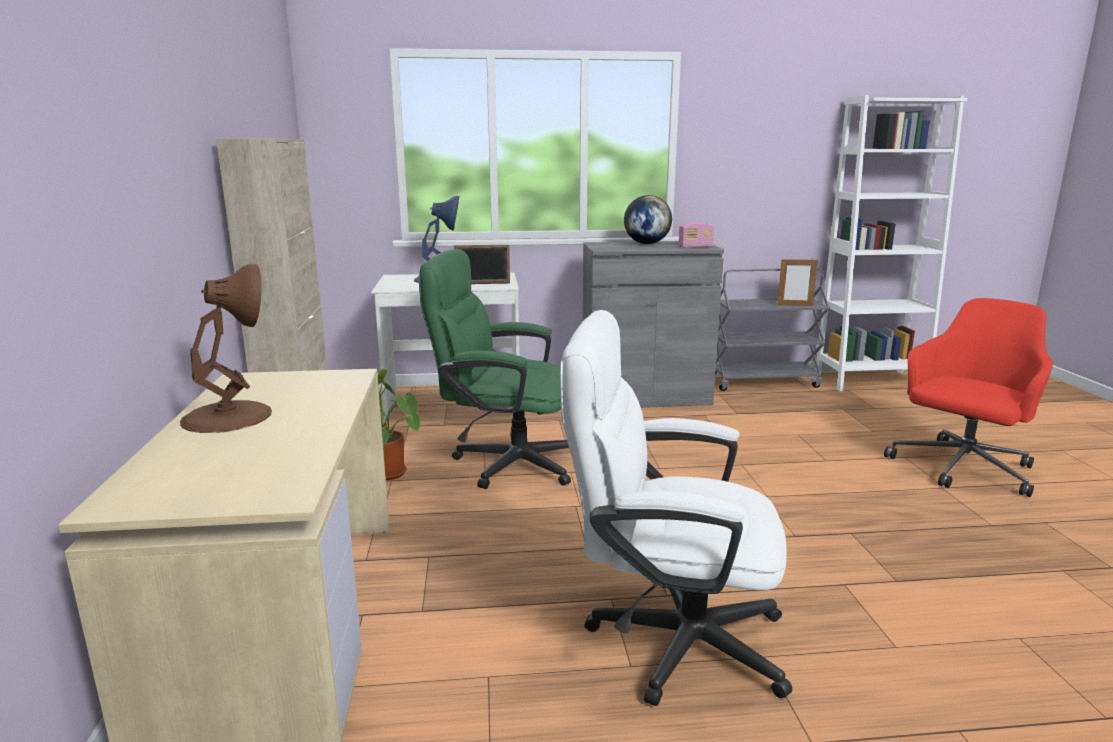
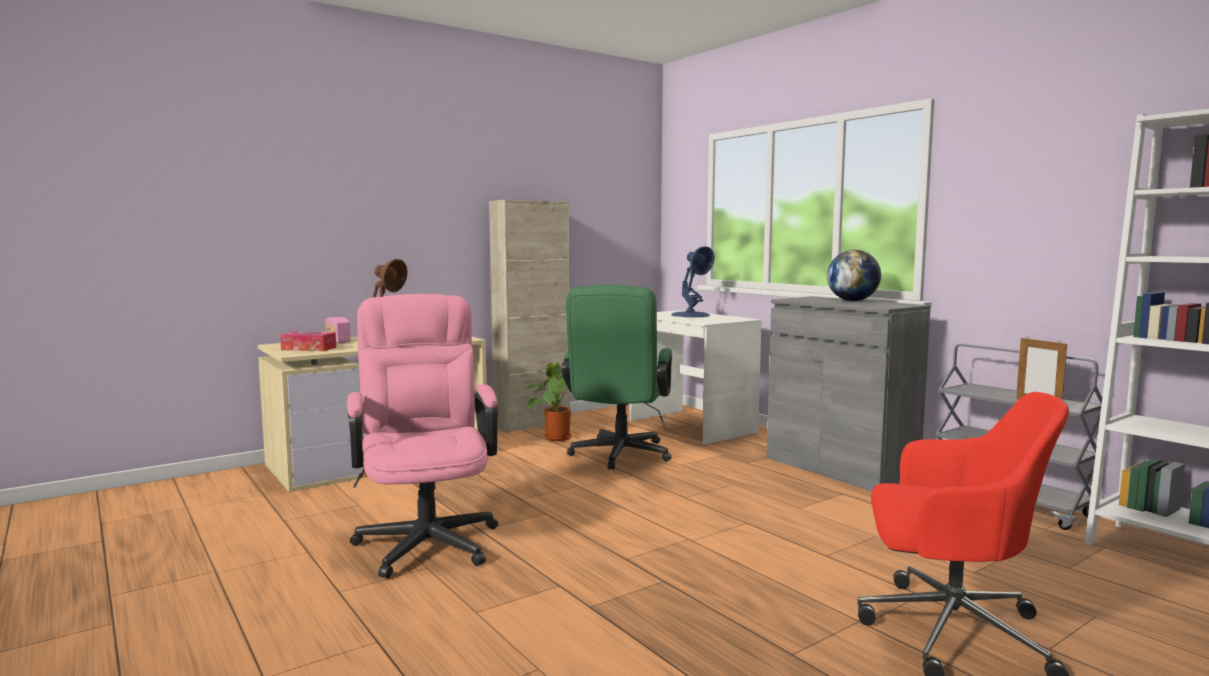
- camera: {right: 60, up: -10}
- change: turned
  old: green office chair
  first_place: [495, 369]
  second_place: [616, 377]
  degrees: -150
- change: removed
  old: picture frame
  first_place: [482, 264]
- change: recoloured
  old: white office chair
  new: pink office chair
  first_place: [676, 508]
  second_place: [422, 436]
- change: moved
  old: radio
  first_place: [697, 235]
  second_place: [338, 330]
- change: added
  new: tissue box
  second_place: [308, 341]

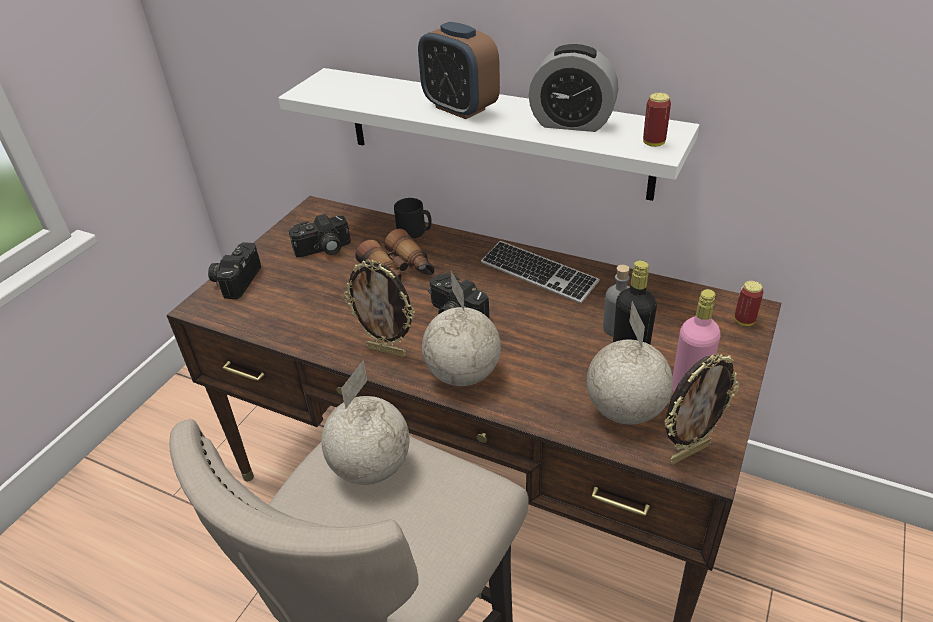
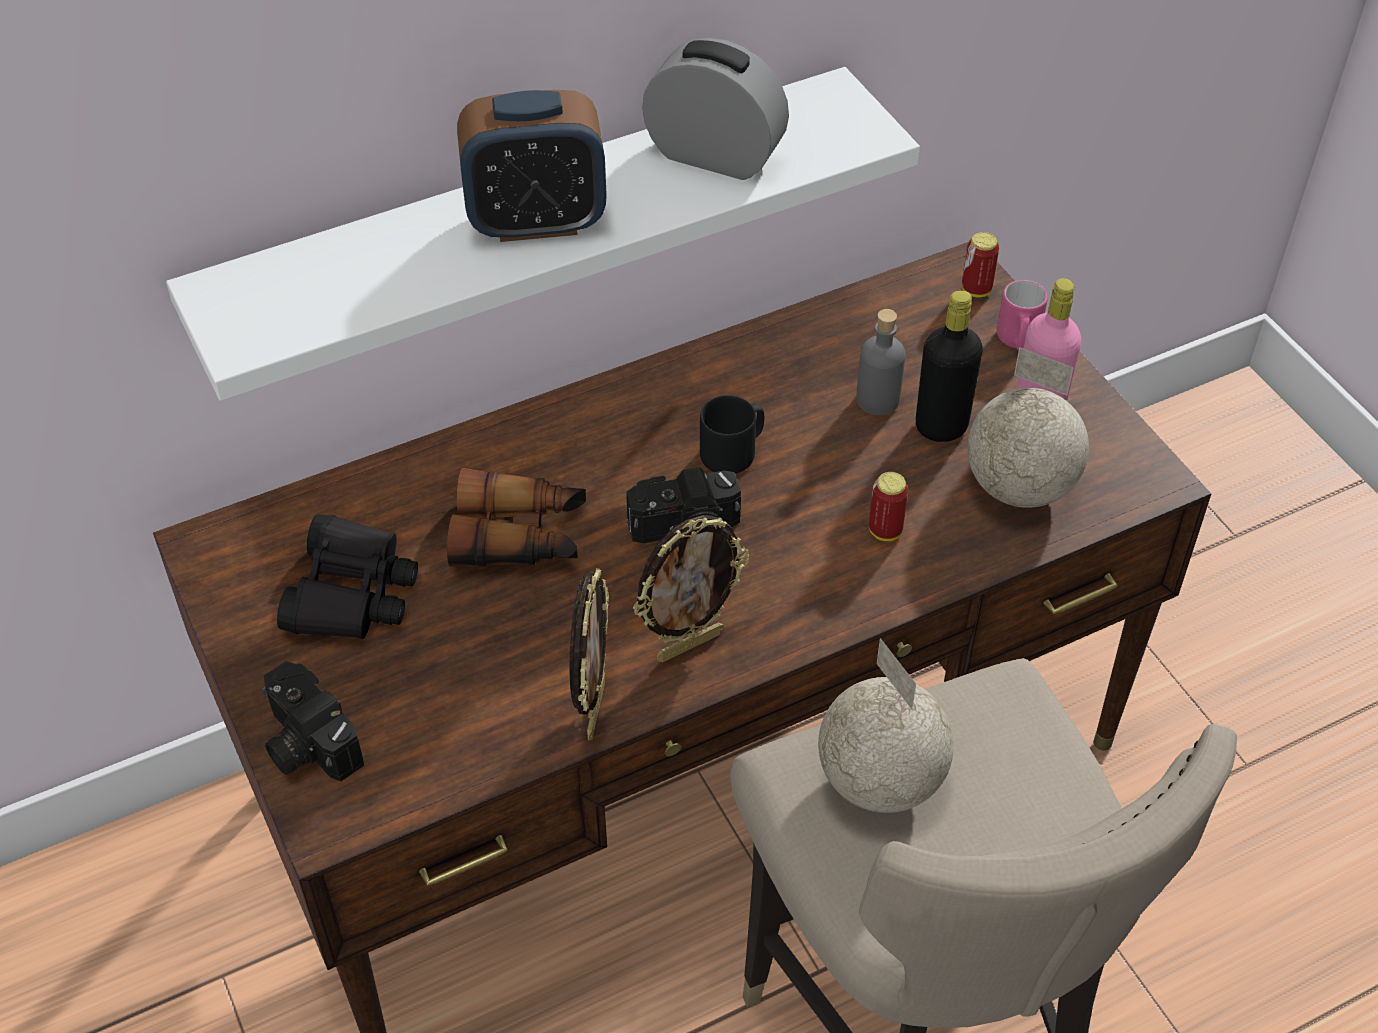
- camera: {right: -55, up: 10}
- change: replaced
  old: photo camera
  new: black binoculars
  first_place: [320, 235]
  second_place: [347, 576]
- change: moved
  old: black mug
  first_place: [413, 218]
  second_place: [732, 434]
- change: removed
  old: globe
  first_place: [461, 328]
- change: removed
  old: keyboard
  first_place: [540, 272]
- change: turned
  old: alarm clock
  first_place: [573, 88]
  second_place: [715, 109]
  degrees: -120
- change: moved
  old: can
  first_place: [657, 119]
  second_place: [888, 506]
- change: moved
  old: picture frame
  first_place: [701, 409]
  second_place: [589, 654]
- change: added
  new: pink mug
  second_place: [1022, 315]

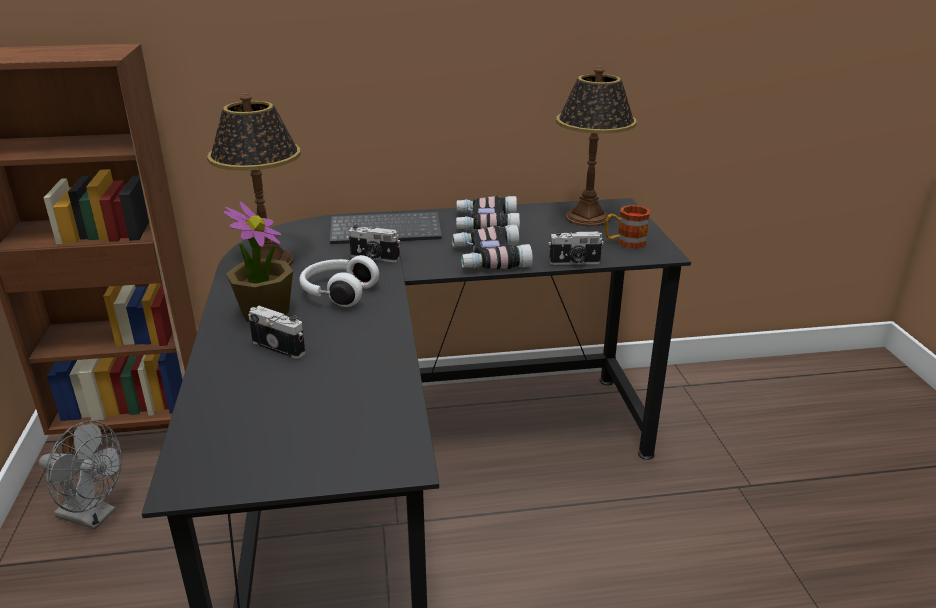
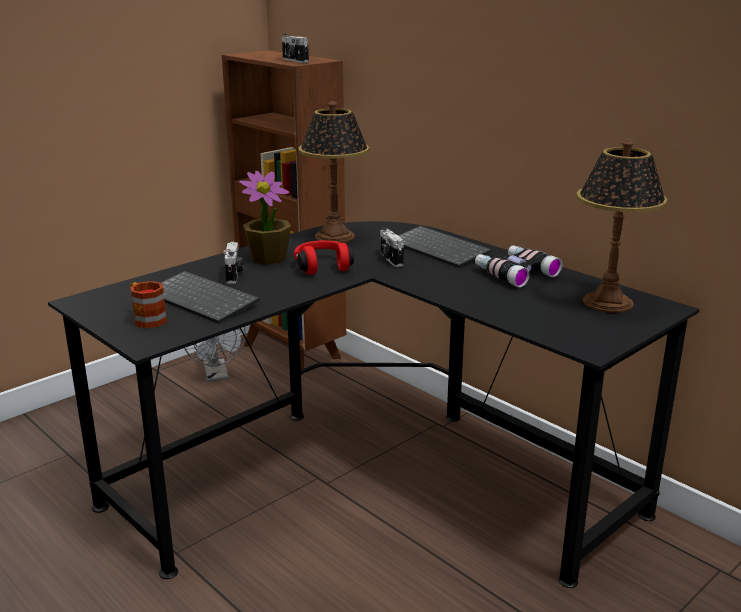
- camera: {right: 55, up: -5}
- change: recoloured
  old: white headphones
  new: red headphones
  first_place: [339, 281]
  second_place: [324, 257]
- change: removed
  old: binoculars
  first_place: [492, 247]
- change: moved
  old: photo camera
  first_place: [576, 248]
  second_place: [295, 48]
- change: moved
  old: mug
  first_place: [627, 227]
  second_place: [148, 304]
- change: added
  new: keyboard
  second_place: [210, 297]

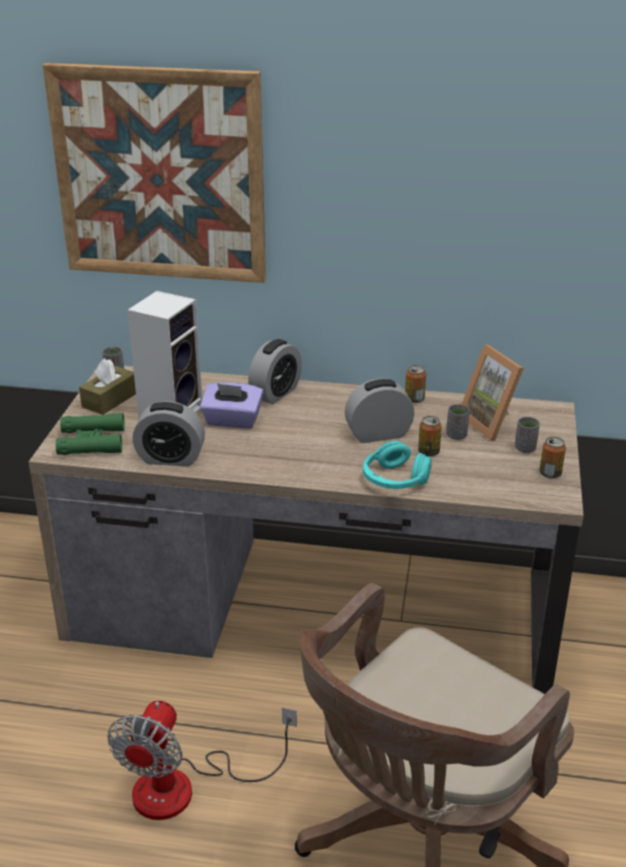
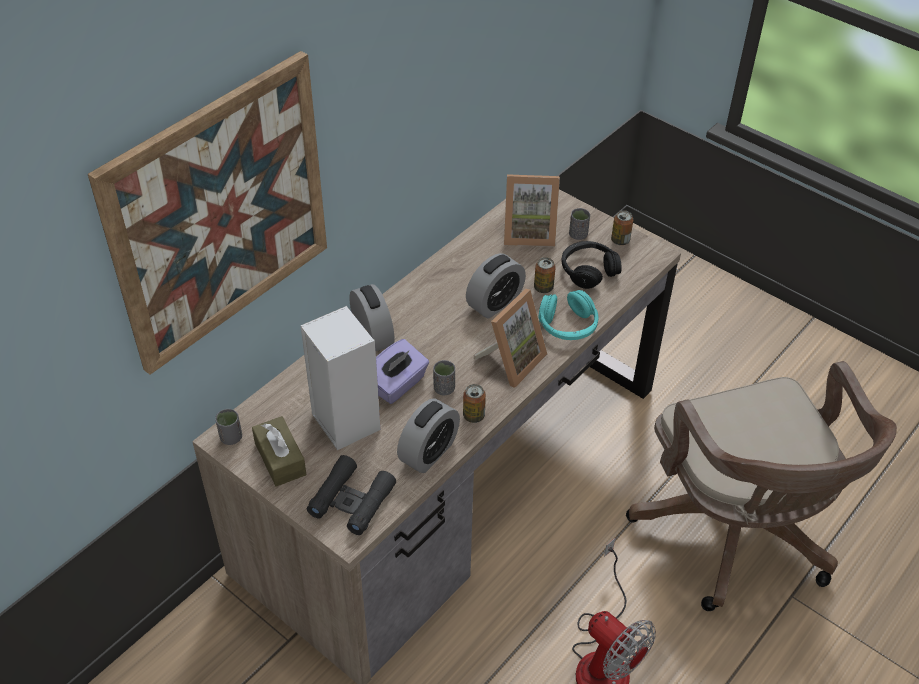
- camera: {right: -60, up: 15}
- change: recoloured
  old: green binoculars
  new: black binoculars
  first_place: [90, 434]
  second_place: [351, 495]
- change: turned
  old: alarm clock
  first_place: [379, 411]
  second_place: [496, 285]
  degrees: -150
- change: moved
  old: can
  first_place: [415, 384]
  second_place: [474, 403]
- change: moved
  old: grey cup
  first_place: [458, 422]
  second_place: [444, 377]
- change: added
  new: picture frame
  second_place: [510, 338]
- change: added
  new: black headphones
  second_place: [591, 265]

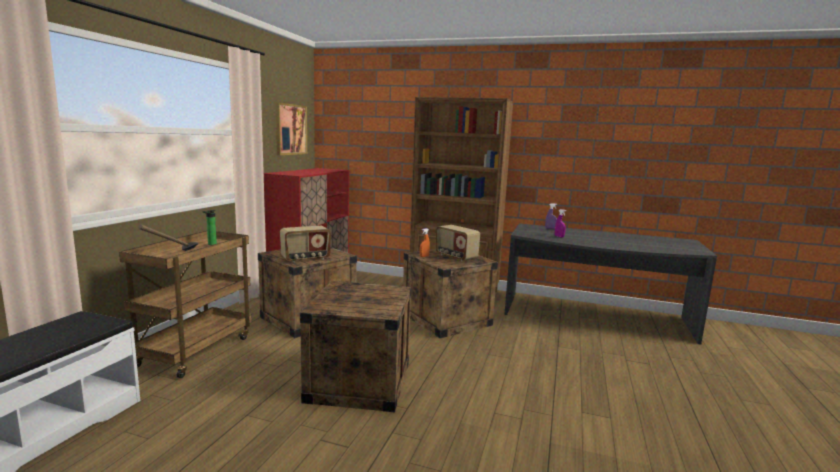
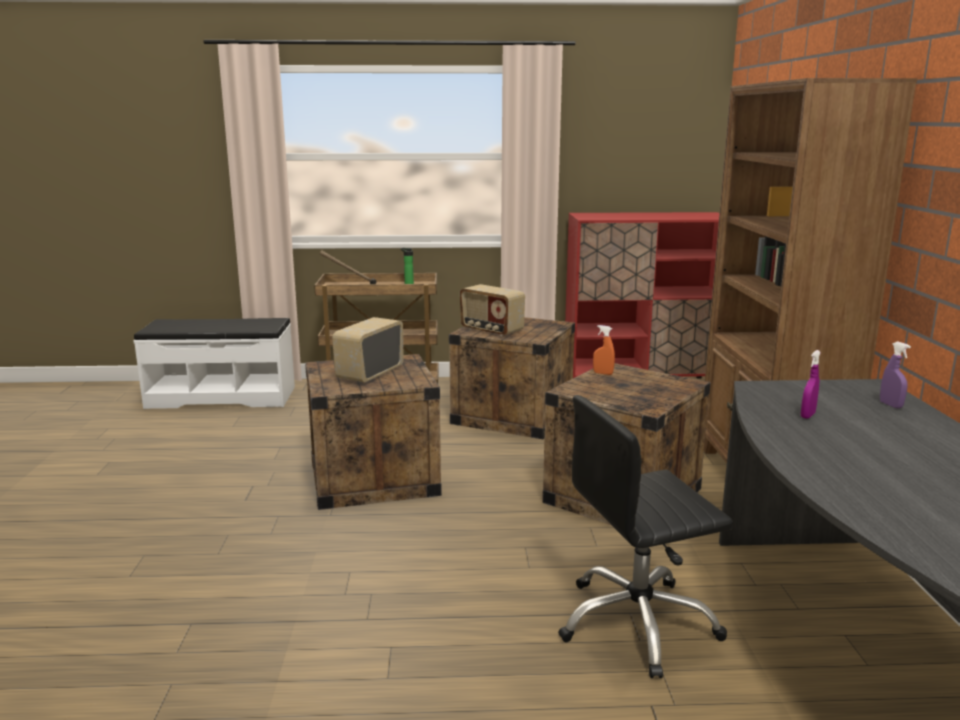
- camera: {right: 70, up: 5}
- change: removed
  old: picture
  first_place: [291, 128]
- change: moved
  old: radio
  first_place: [458, 243]
  second_place: [368, 350]
- change: added
  new: black office chair
  second_place: [645, 536]

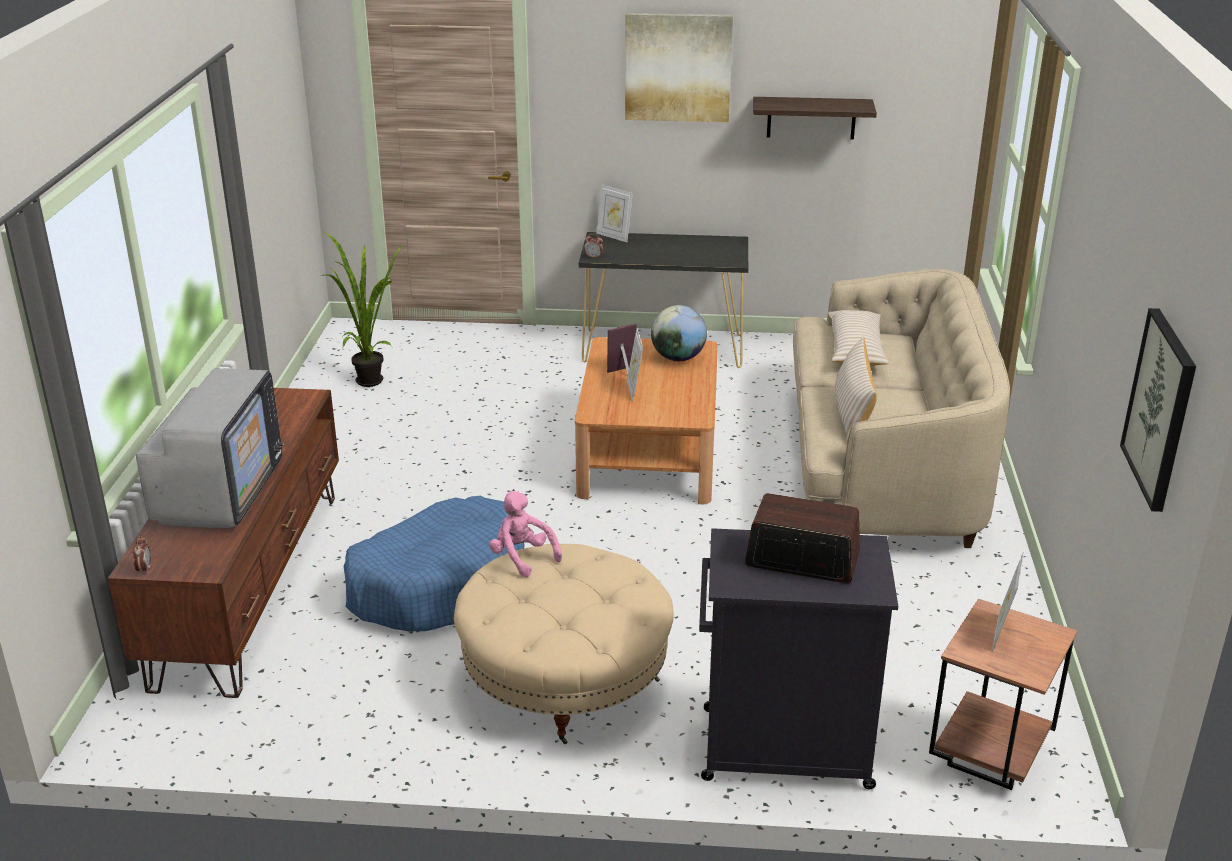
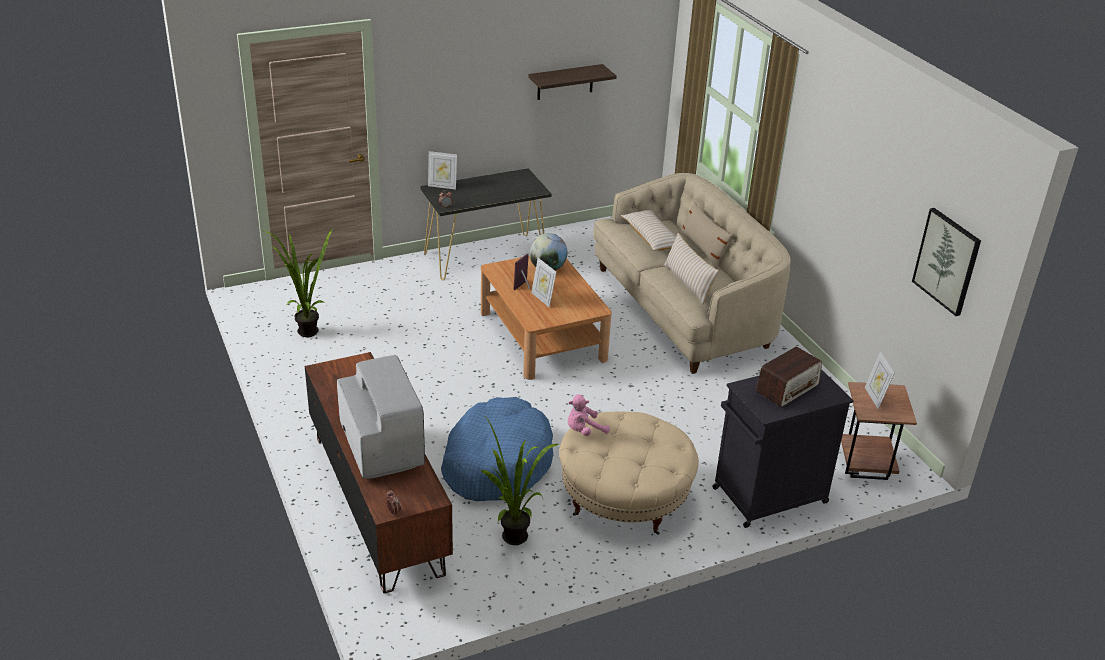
- camera: {right: -30, up: 5}
- change: turned
  old: pink plush toy
  first_place: [525, 534]
  second_place: [588, 415]
  degrees: -45
- change: removed
  old: picture
  first_place: [679, 67]
- change: turned
  old: radio
  first_place: [802, 538]
  second_place: [789, 377]
  degrees: 150
- change: added
  new: potted plant
  second_place: [519, 480]
- change: added
  new: beige pillow
  second_place: [705, 235]

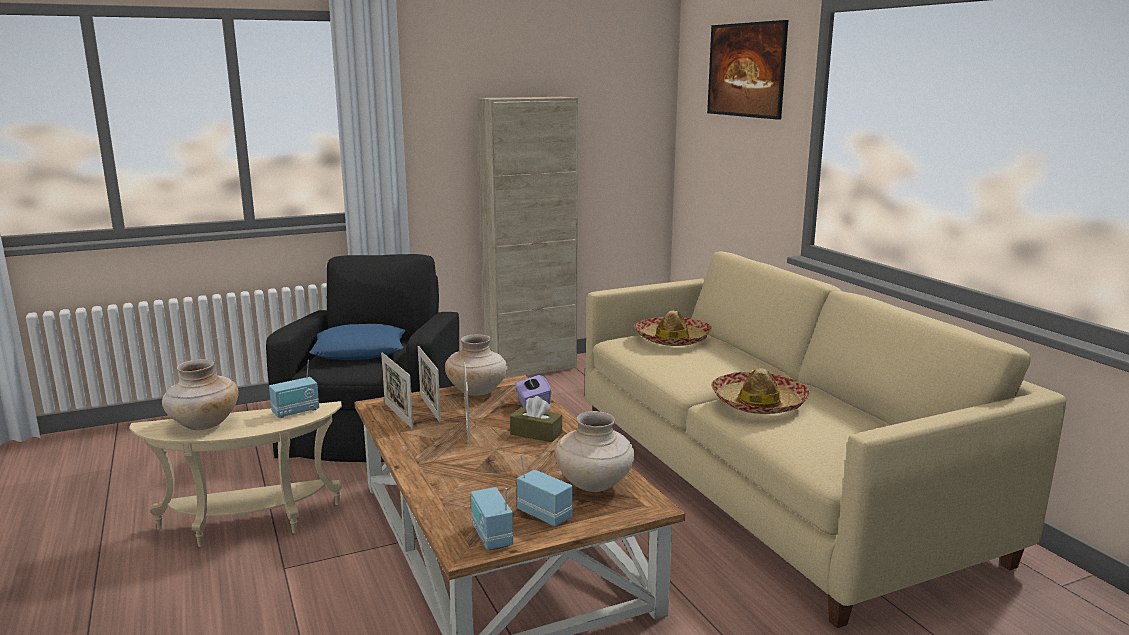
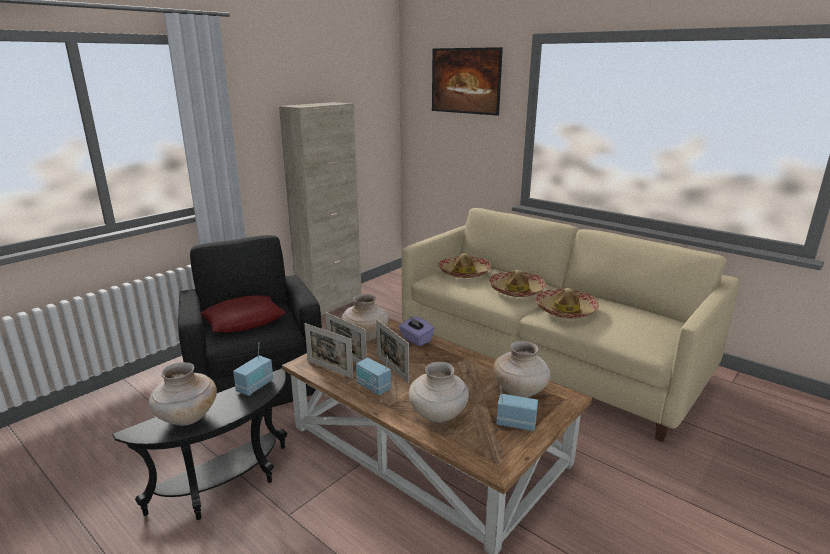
- camera: {right: -25, up: 5}
- change: recoloured
  old: beige side table
  new: black side table
  first_place: [235, 474]
  second_place: [199, 444]
- change: recoloured
  old: blue pillow
  new: red pillow
  first_place: [357, 342]
  second_place: [243, 314]
- change: moved
  old: radio
  first_place: [492, 518]
  second_place: [373, 375]
- change: removed
  old: brown tissue box
  first_place: [536, 419]
- change: added
  new: beige vase
  second_place: [439, 392]
- change: added
  new: hat
  second_place: [517, 283]

